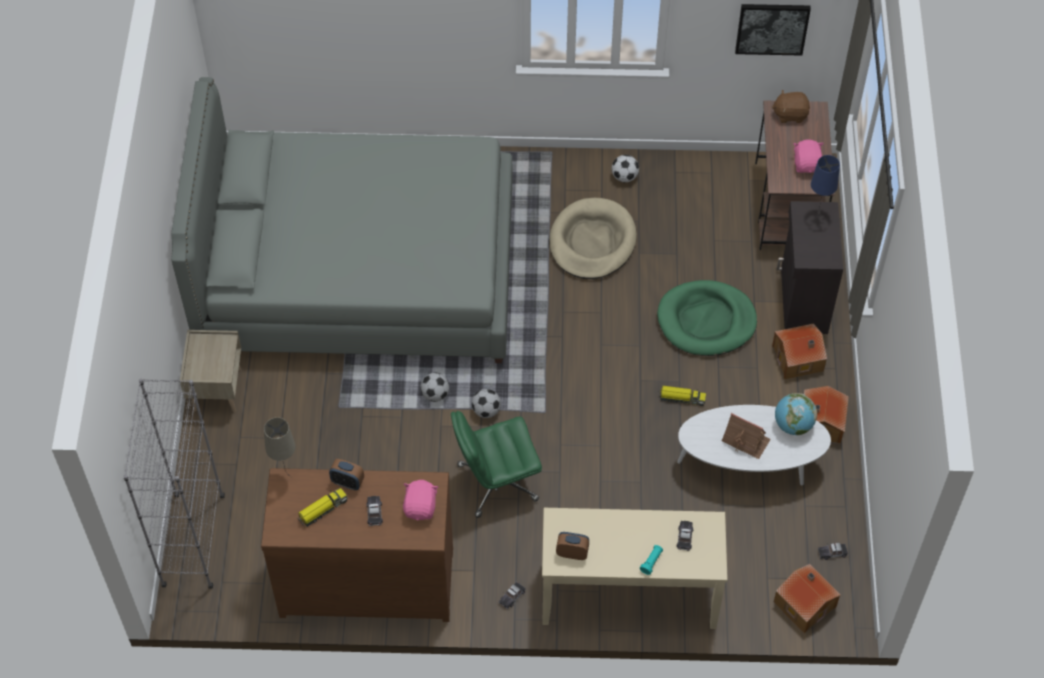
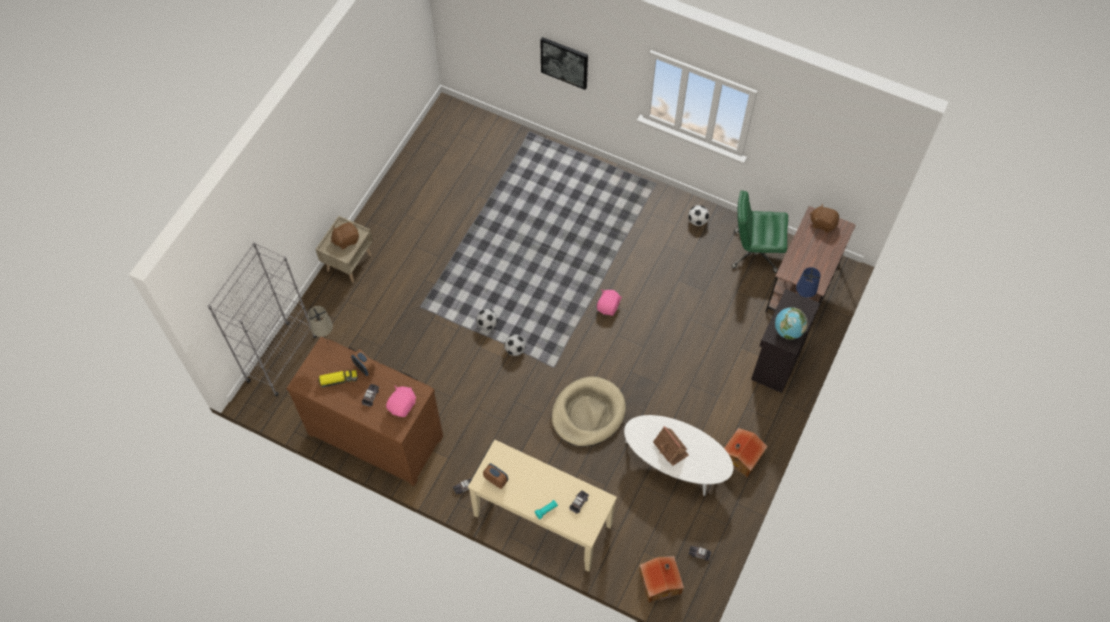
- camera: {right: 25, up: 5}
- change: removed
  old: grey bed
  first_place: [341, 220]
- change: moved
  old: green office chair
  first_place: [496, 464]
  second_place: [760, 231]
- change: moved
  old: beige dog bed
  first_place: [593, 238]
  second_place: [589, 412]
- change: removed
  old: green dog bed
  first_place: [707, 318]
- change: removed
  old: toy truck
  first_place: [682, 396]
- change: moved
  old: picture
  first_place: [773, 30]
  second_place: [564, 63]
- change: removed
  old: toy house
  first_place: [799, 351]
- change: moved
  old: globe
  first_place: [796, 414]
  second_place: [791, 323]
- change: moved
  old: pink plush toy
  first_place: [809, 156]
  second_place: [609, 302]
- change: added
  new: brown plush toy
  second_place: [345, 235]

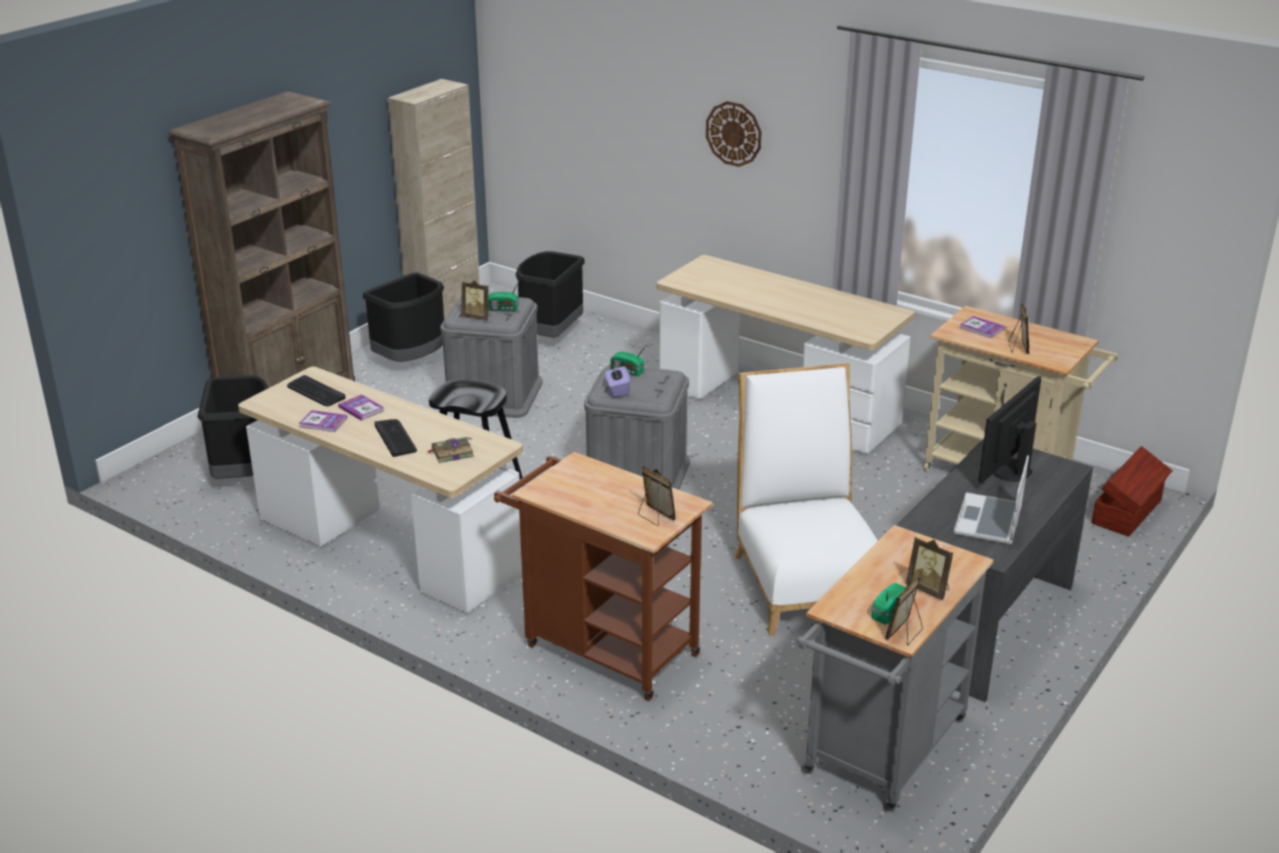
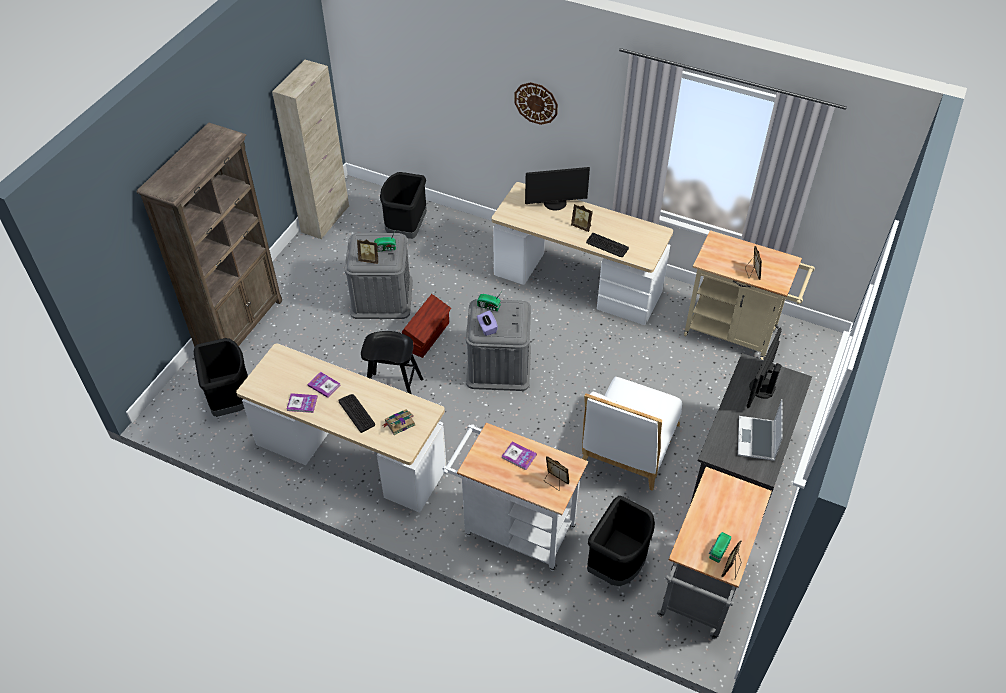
- camera: {right: -10, up: 20}
- change: moved
  old: keyboard
  first_place: [316, 390]
  second_place: [607, 245]
- change: moved
  old: black trash can
  first_place: [403, 317]
  second_place: [621, 541]
- change: recoloured
  old: brown cart
  new: white cart
  first_place: [603, 576]
  second_place: [515, 497]
- change: turned
  old: white chair
  first_place: [806, 499]
  second_place: [632, 433]
  degrees: -135
- change: moved
  old: picture frame
  first_place: [929, 568]
  second_place: [582, 218]
- change: moved
  old: book
  first_place: [982, 327]
  second_place: [519, 455]
- change: moved
  old: brown storage box
  first_place: [1132, 491]
  second_place: [426, 326]
- change: added
  new: monitor
  second_place: [557, 188]

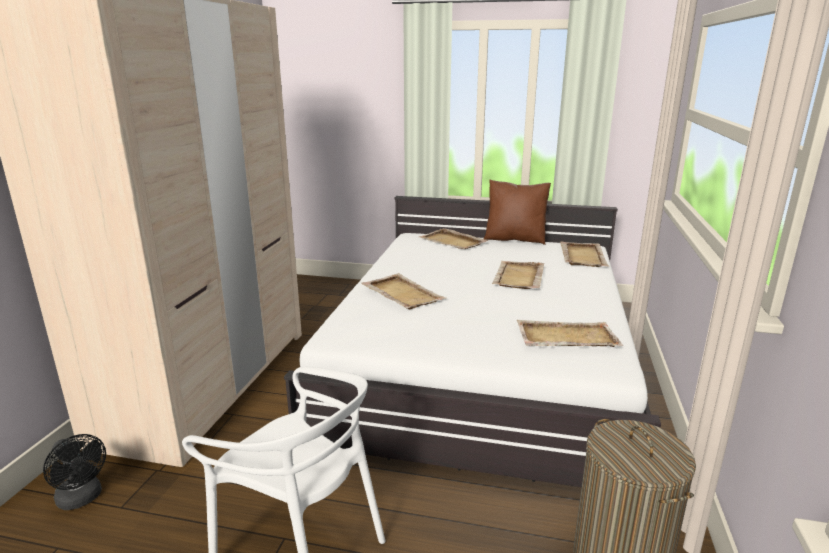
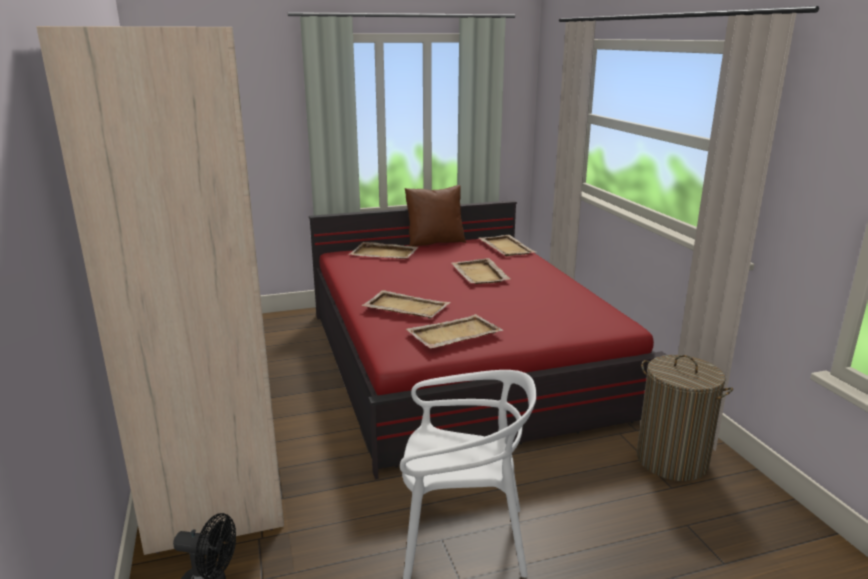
- camera: {right: -30, up: 0}
- change: recoloured
  old: white bed
  new: red bed
  first_place: [472, 341]
  second_place: [488, 339]
- change: moved
  old: beige tray
  first_place: [570, 333]
  second_place: [454, 331]

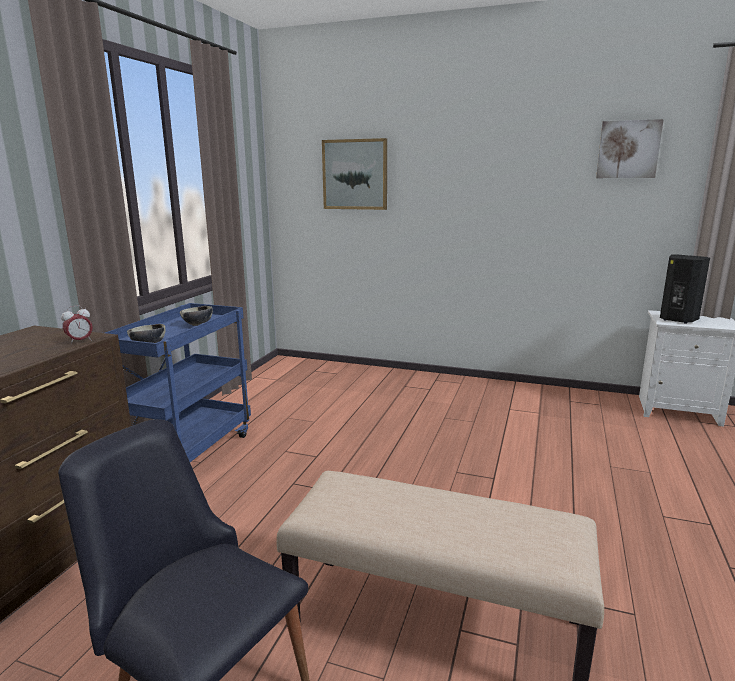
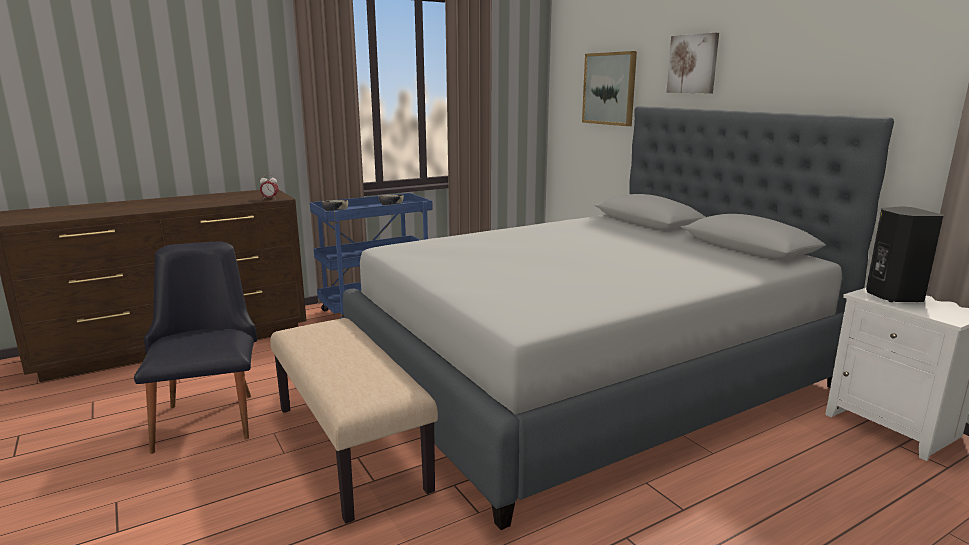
- camera: {right: 40, up: 0}
- change: moved
  old: picture
  first_place: [630, 148]
  second_place: [692, 63]
- change: added
  new: grey bed
  second_place: [618, 318]

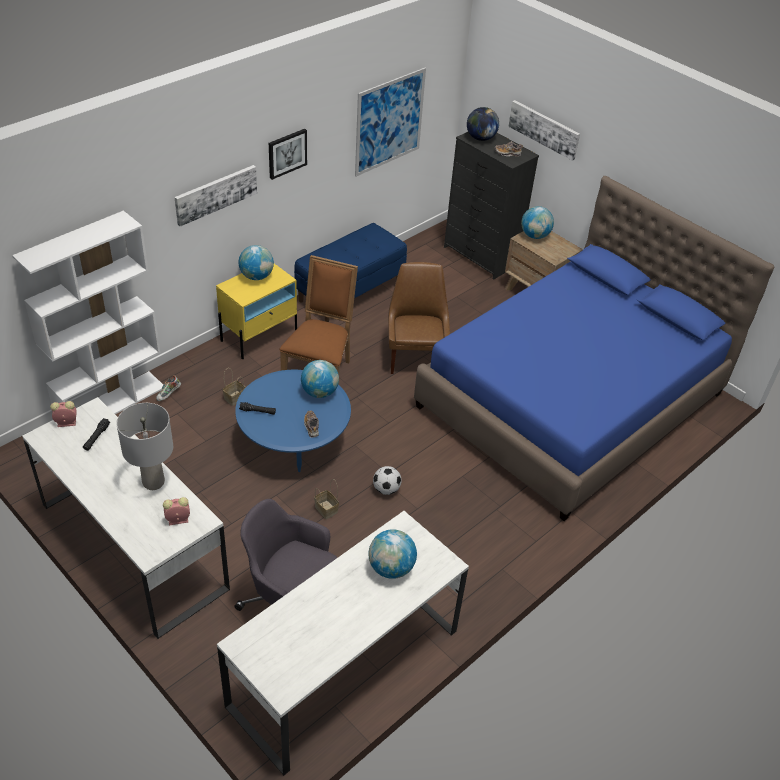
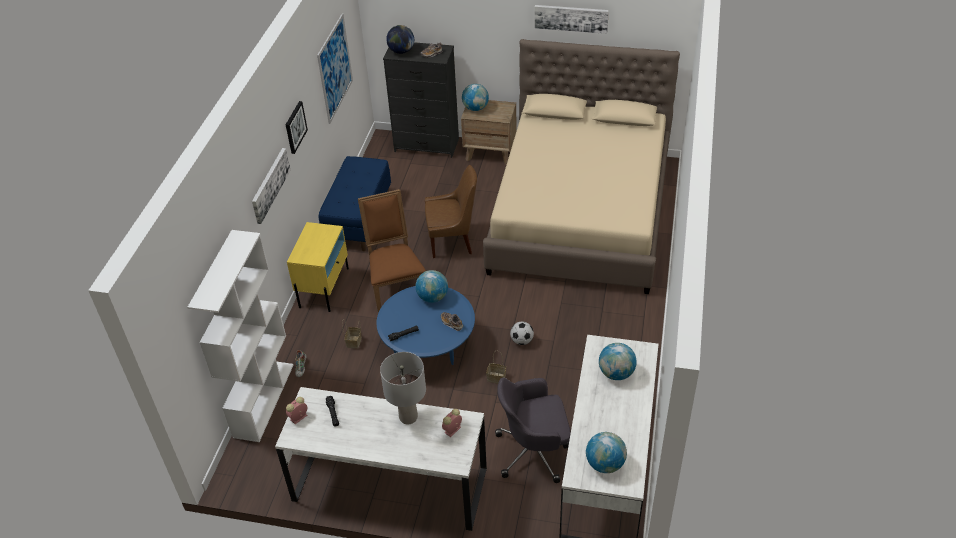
- camera: {right: -30, up: 0}
- change: moved
  old: globe
  first_place: [256, 262]
  second_place: [606, 452]
- change: turned
  old: brown chair
  first_place: [419, 318]
  second_place: [451, 211]
  degrees: 120
- change: recoloured
  old: blue bed
  new: beige bed
  first_place: [594, 348]
  second_place: [581, 166]
- change: moved
  old: picture
  first_place: [544, 130]
  second_place: [572, 19]

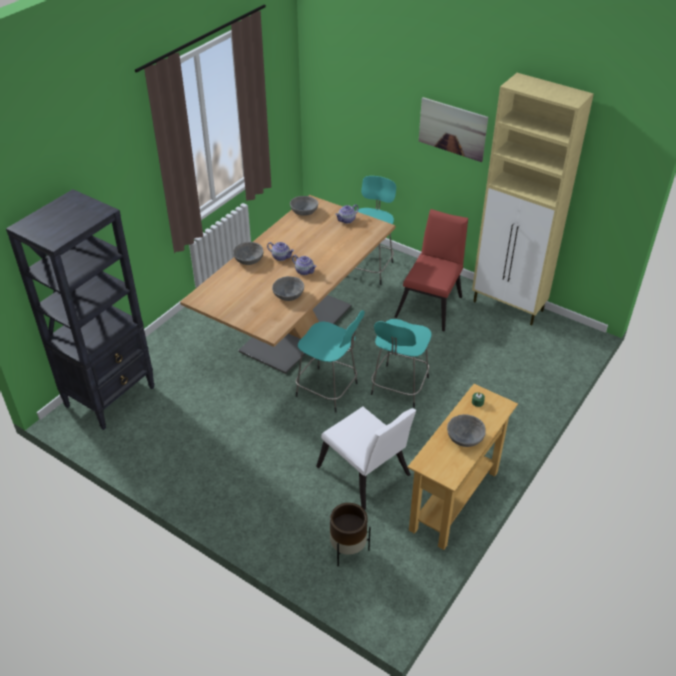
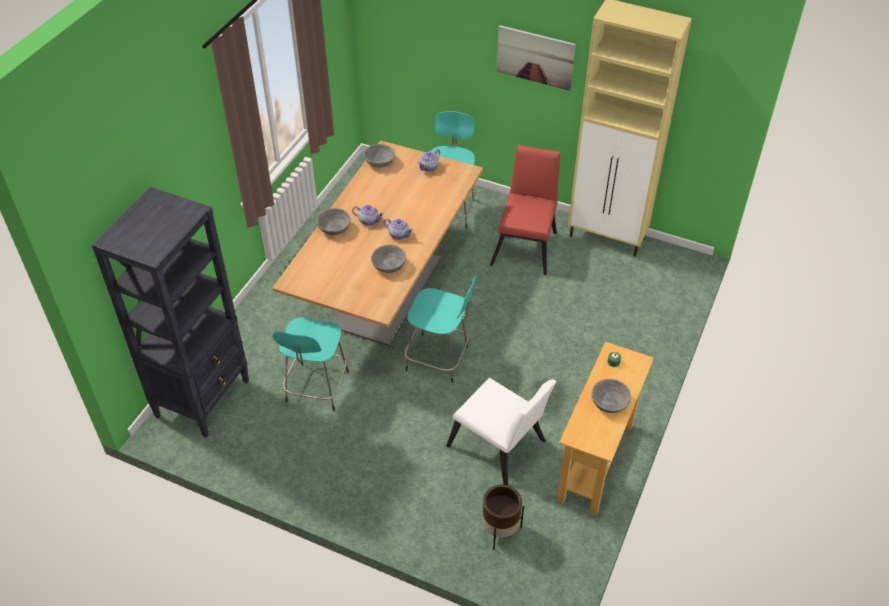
- camera: {right: -10, up: 5}
- change: moved
  old: turquoise stool
  first_place: [401, 363]
  second_place: [310, 364]

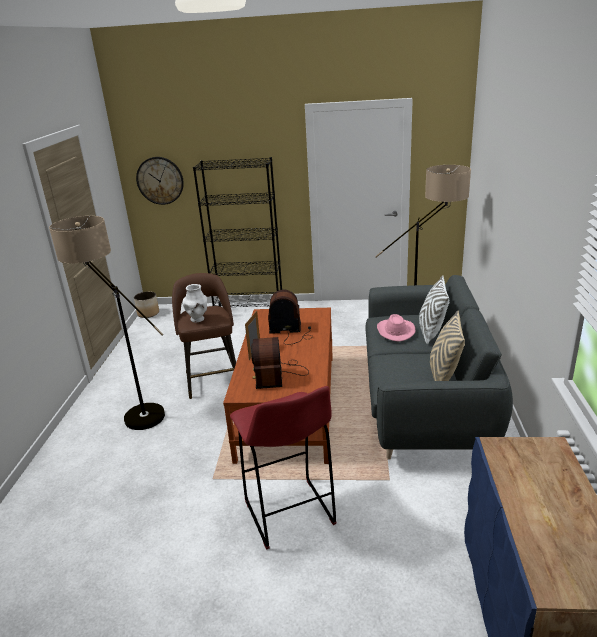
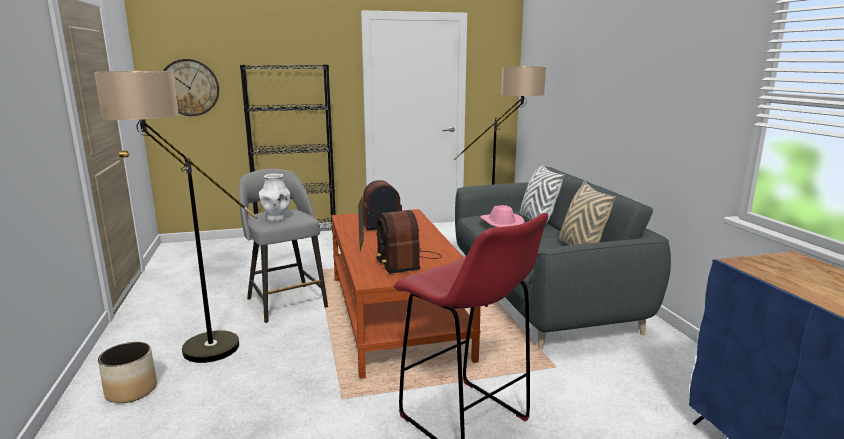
- camera: {right: -20, up: -10}
- change: moved
  old: planter
  first_place: [146, 304]
  second_place: [127, 372]
- change: recoloured
  old: brown stool
  new: grey stool
  first_place: [204, 336]
  second_place: [283, 246]

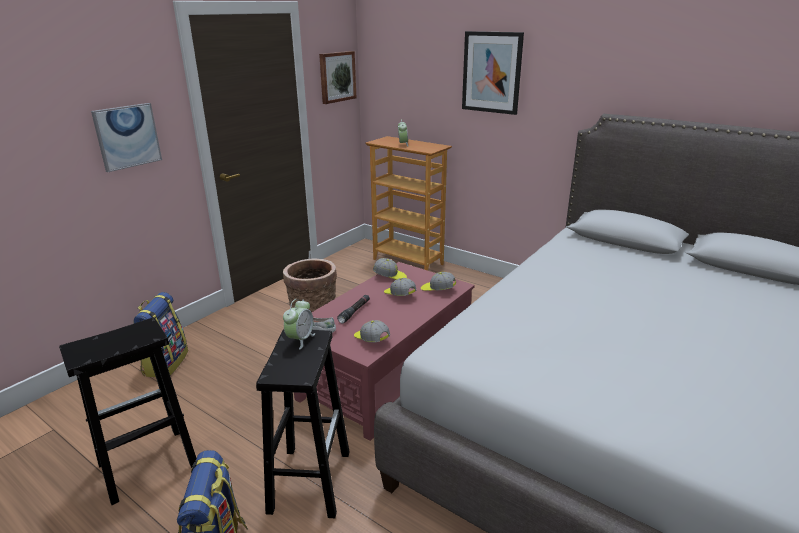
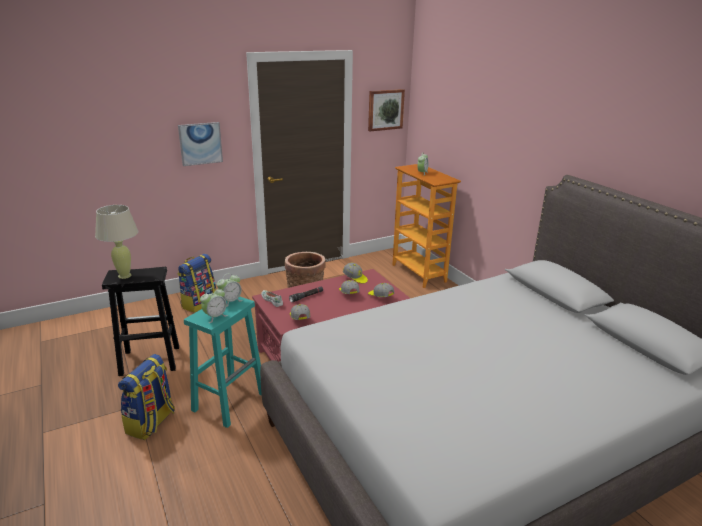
- camera: {right: 25, up: 0}
- change: recoloured
  old: black stool
  new: turquoise stool
  first_place: [303, 423]
  second_place: [223, 362]
- change: removed
  old: picture
  first_place: [493, 73]
- change: added
  new: beige table lamp
  second_place: [116, 242]
- change: added
  new: alarm clock
  second_place: [214, 305]

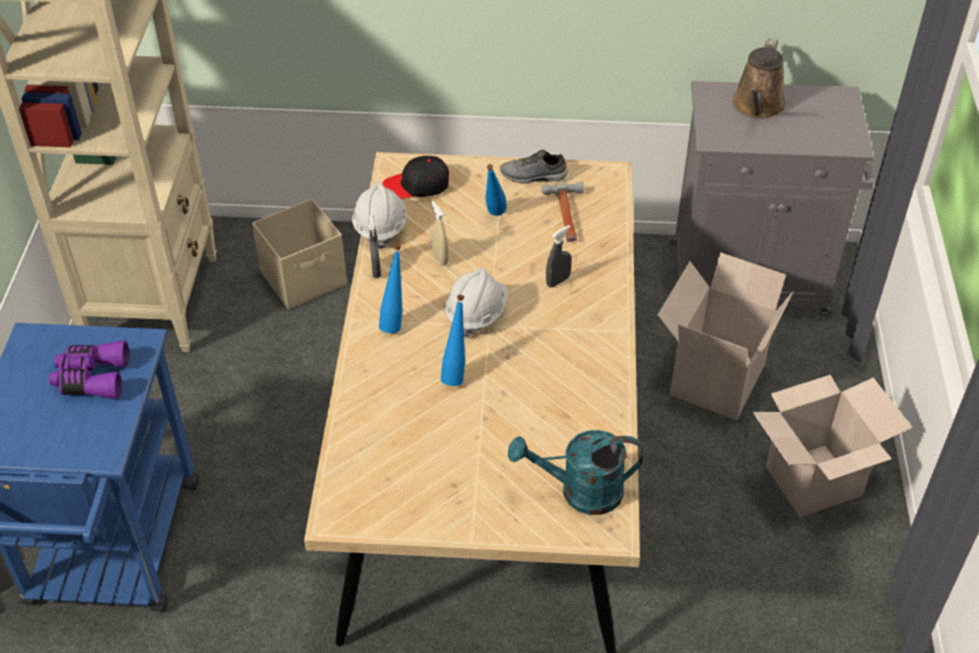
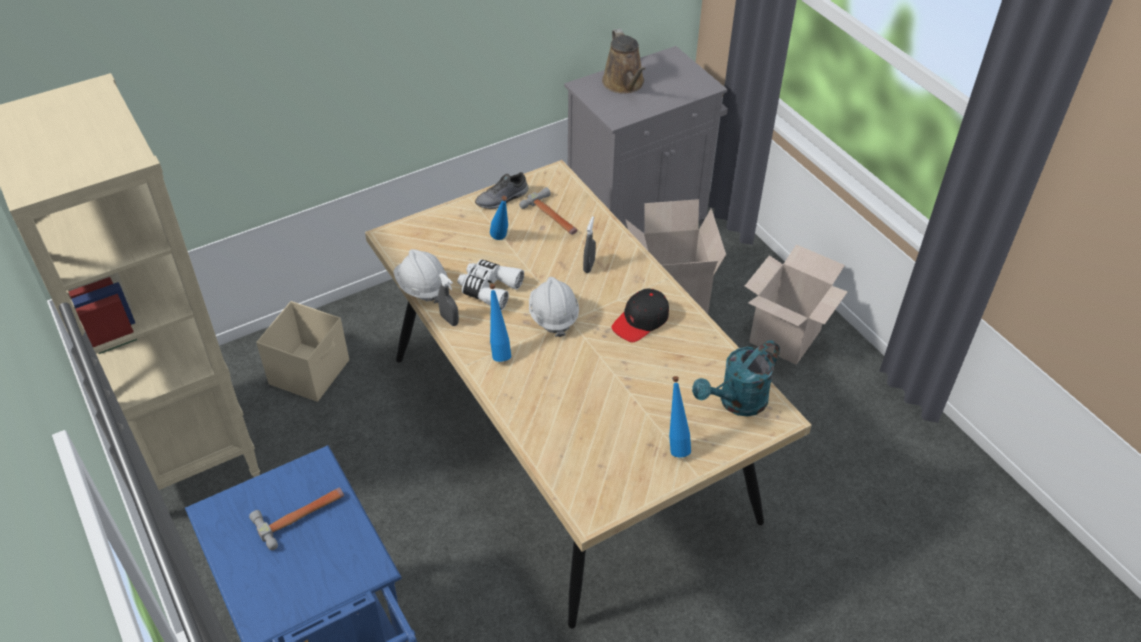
- camera: {right: -35, up: 0}
- change: replaced
  old: purple binoculars
  new: hammer
  first_place: [89, 370]
  second_place: [296, 519]
- change: moved
  old: black cap
  first_place: [415, 177]
  second_place: [640, 315]
- change: replaced
  old: beige spray bottle
  new: white binoculars
  first_place: [439, 233]
  second_place: [491, 285]
- change: moved
  old: blue bottle
  first_place: [453, 340]
  second_place: [680, 416]

